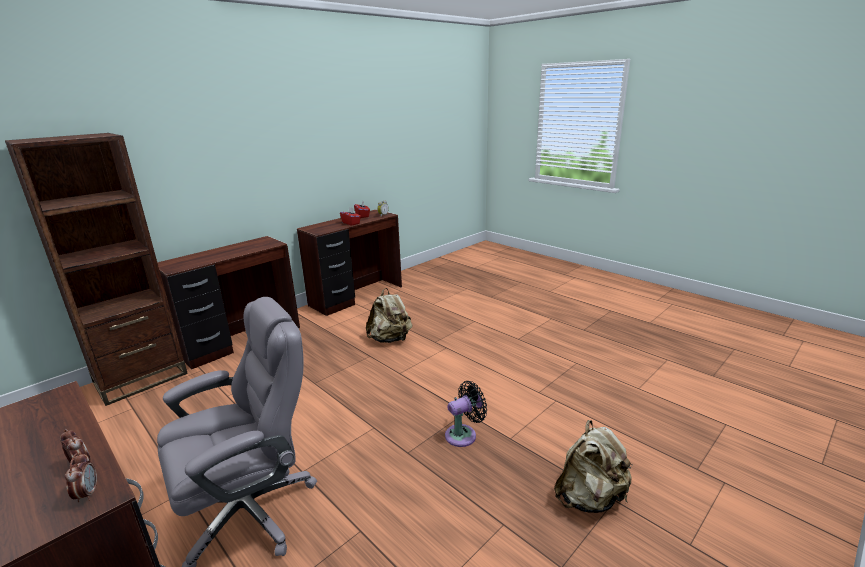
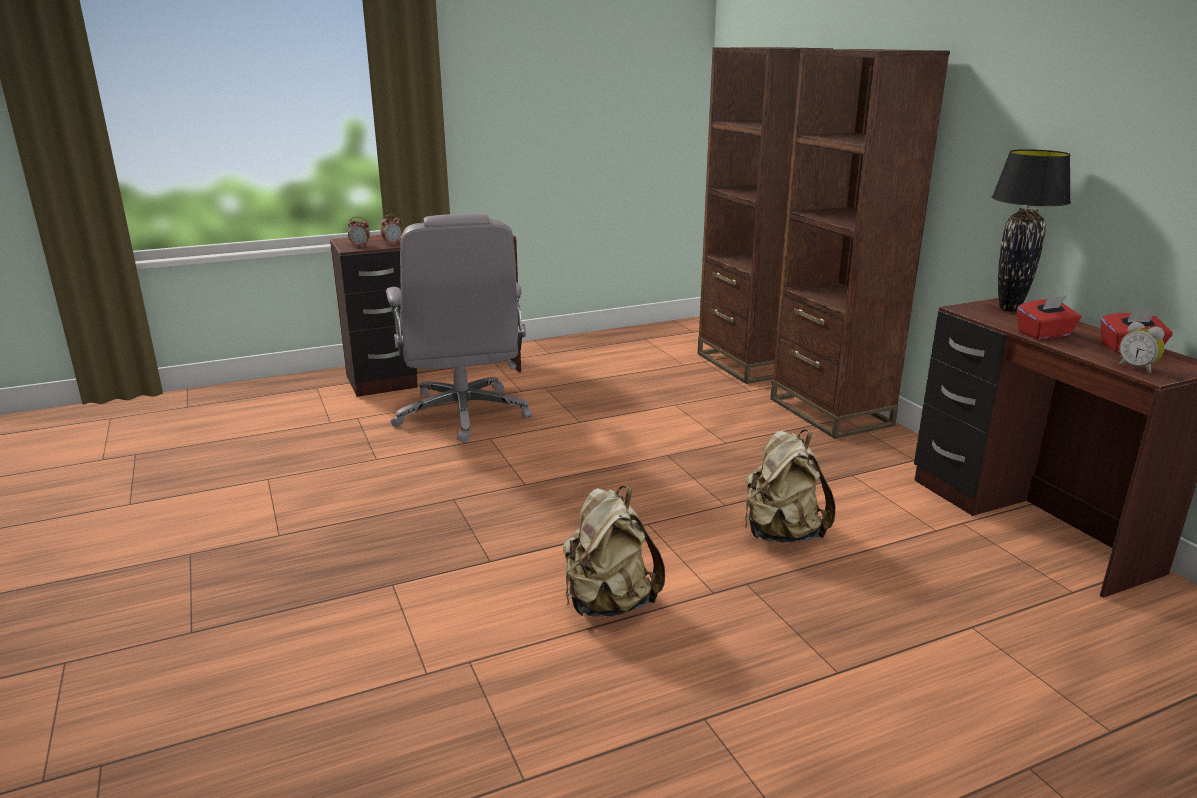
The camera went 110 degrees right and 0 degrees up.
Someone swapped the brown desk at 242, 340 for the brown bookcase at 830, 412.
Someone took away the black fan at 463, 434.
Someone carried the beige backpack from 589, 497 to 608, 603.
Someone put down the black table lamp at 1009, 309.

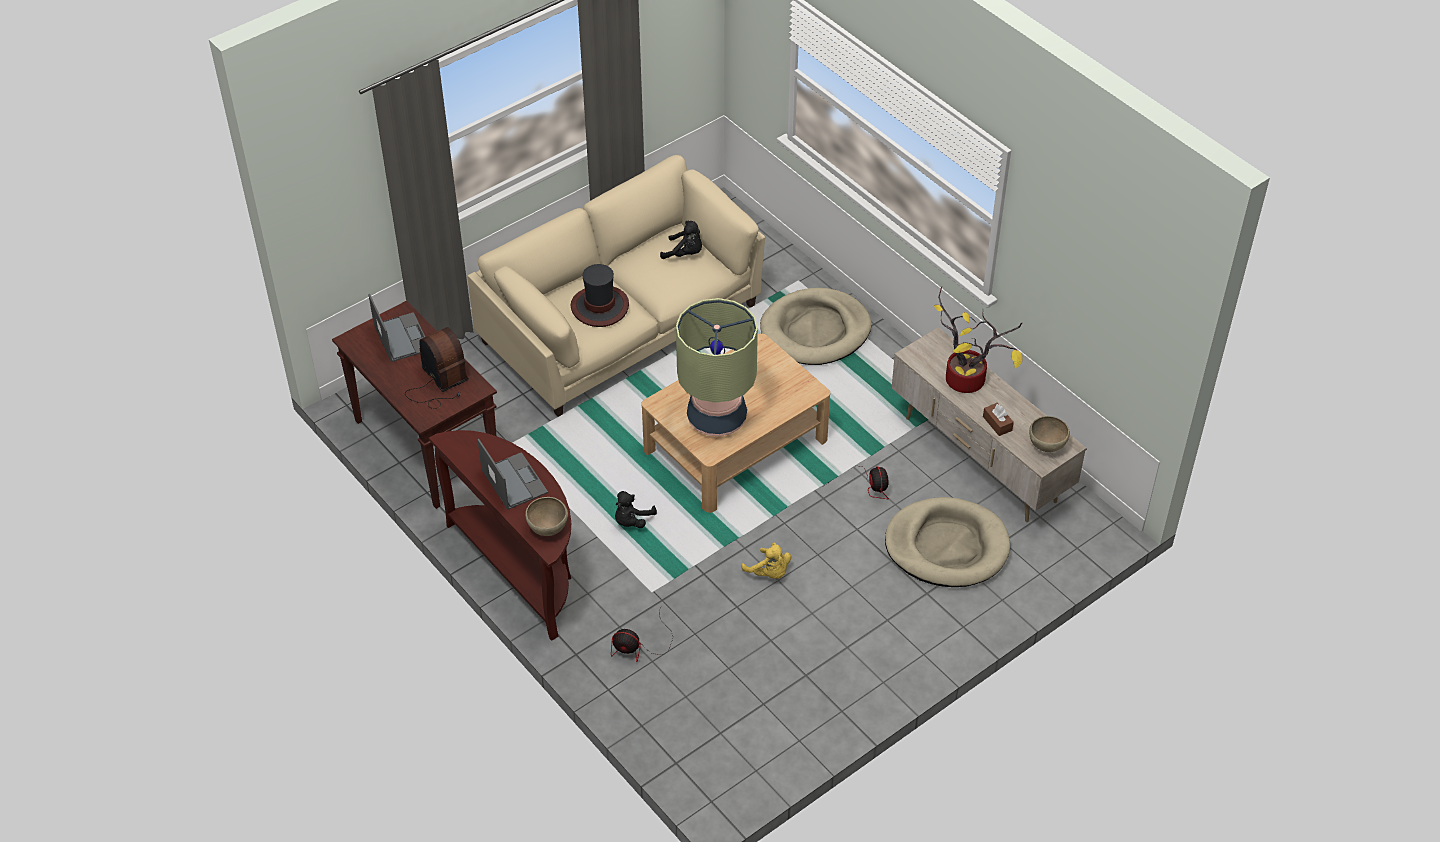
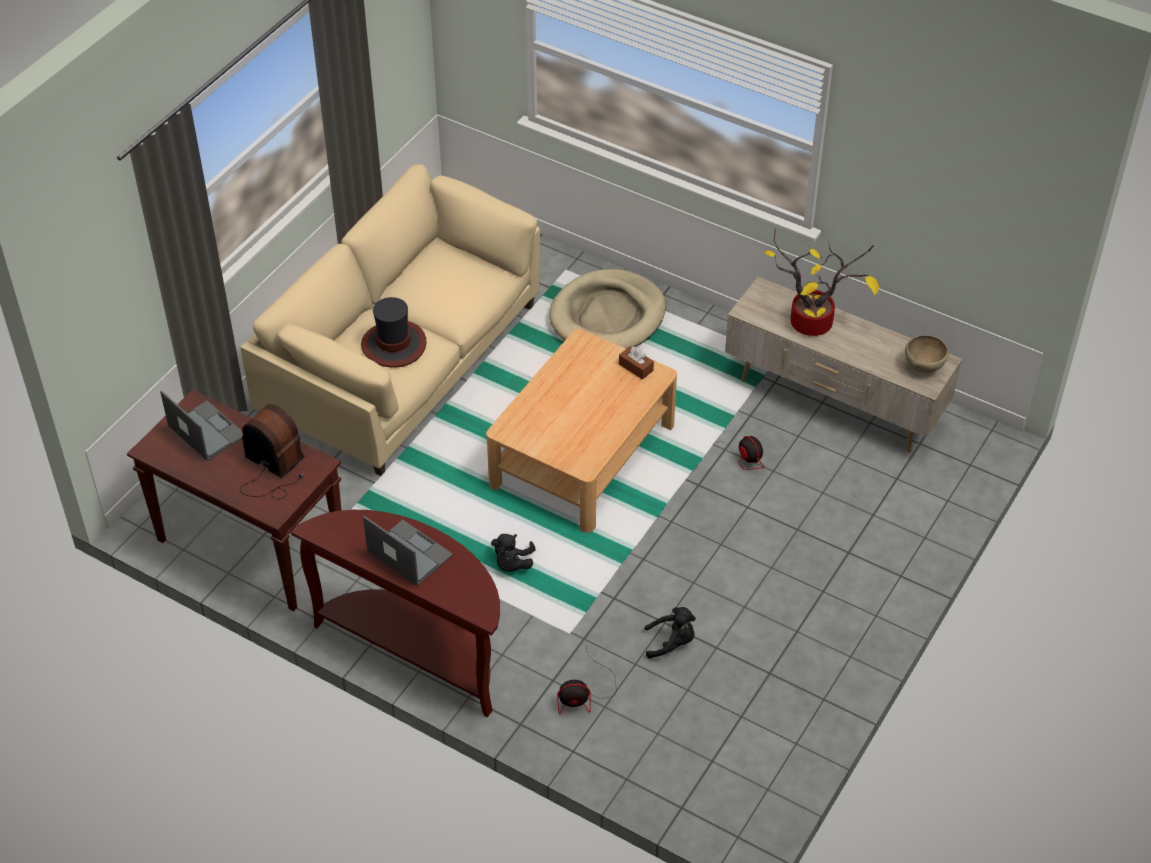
The camera went 20 degrees left and 0 degrees up.
Someone took away the brown bowl at 547, 528.
Someone carried the black plush toy from 685, 253 to 671, 643.
Someone took away the table lamp at 717, 418.
Someone took away the yellow plush toy at 769, 573.
Someone took away the beige dog bed at 947, 546.
Someone carried the brown tissue box from 997, 423 to 636, 367.

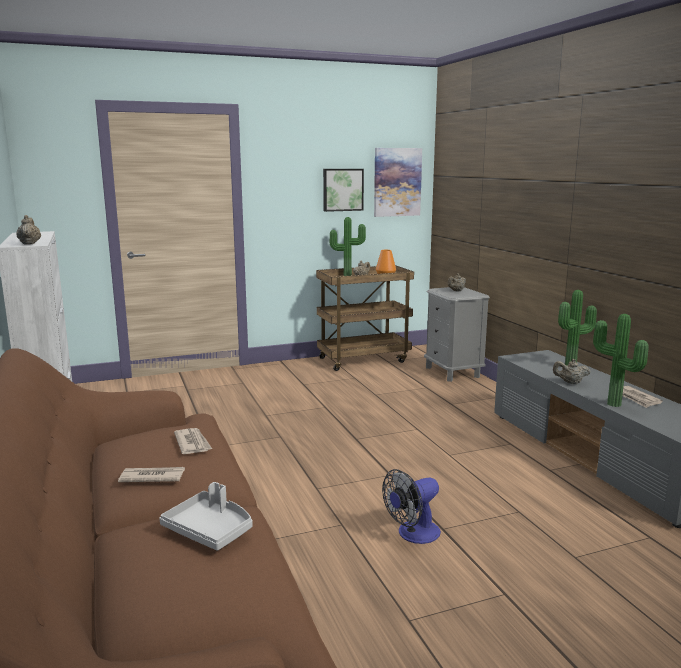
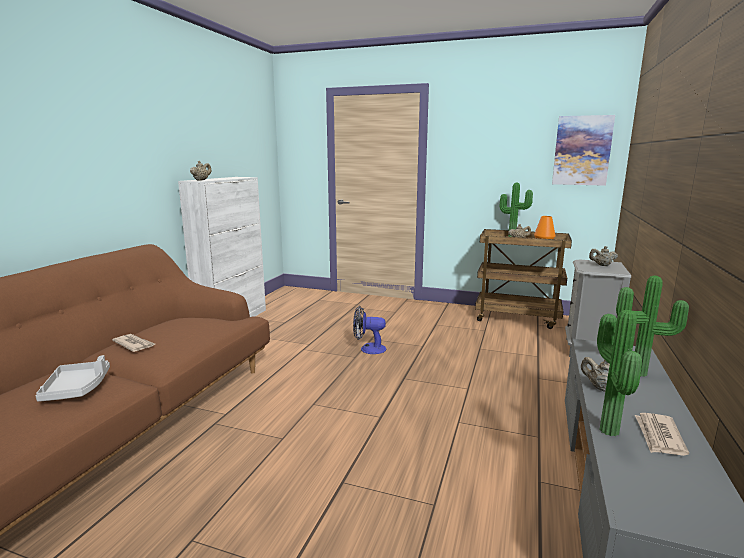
The camera went 40 degrees right and 0 degrees up.
Someone took away the newspaper at 192, 443.
Someone took away the picture at 342, 189.
Someone carried the fan from 413, 534 to 368, 349.

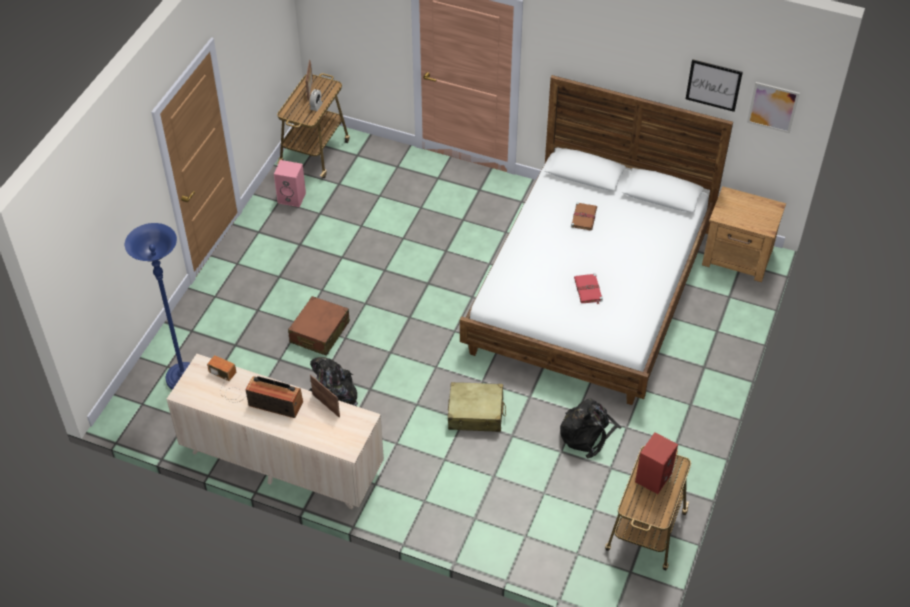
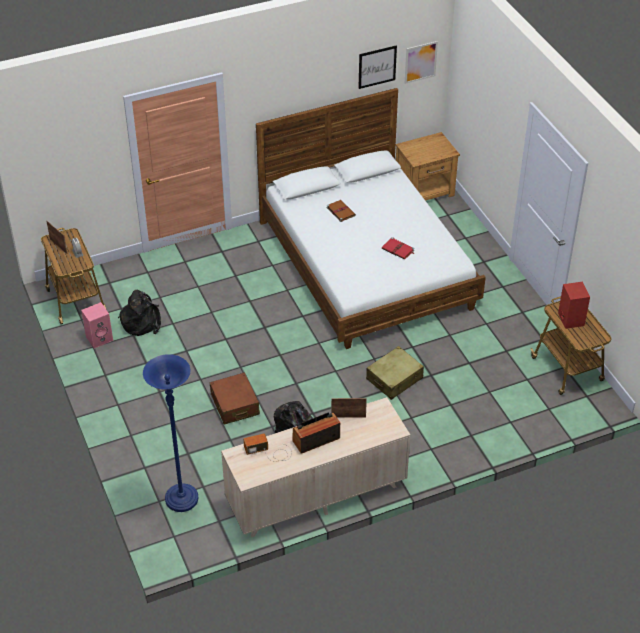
The camera went 45 degrees left and 5 degrees down.
Someone carried the black backpack from 587, 434 to 141, 322.

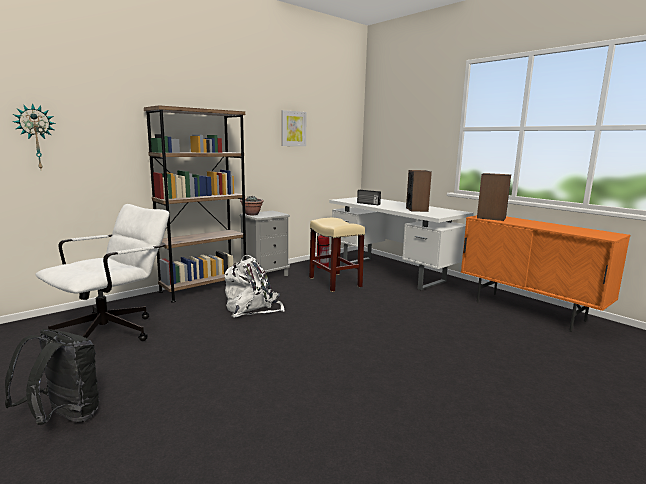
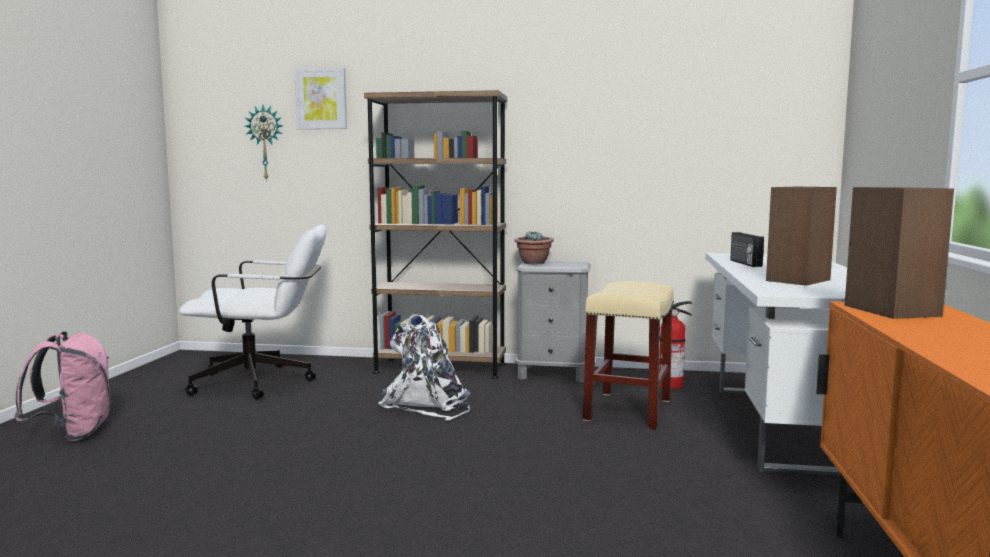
The camera went 50 degrees right and 5 degrees down.
Someone repainted the black backpack at 63, 418, which became the pink backpack at 73, 434.
Someone carried the picture from 293, 128 to 321, 99.

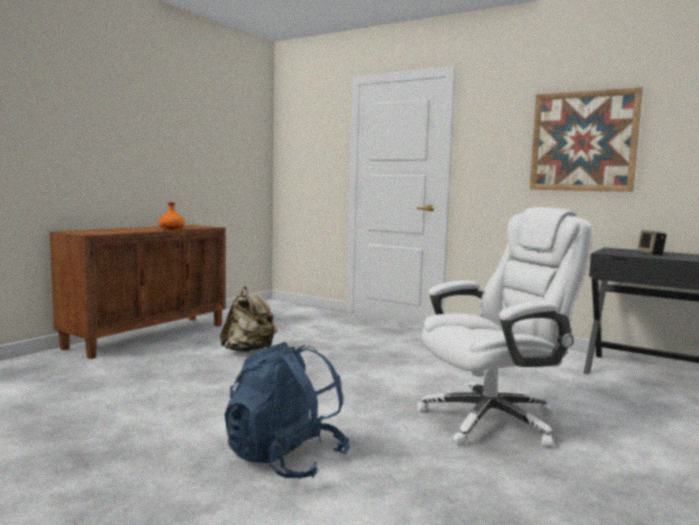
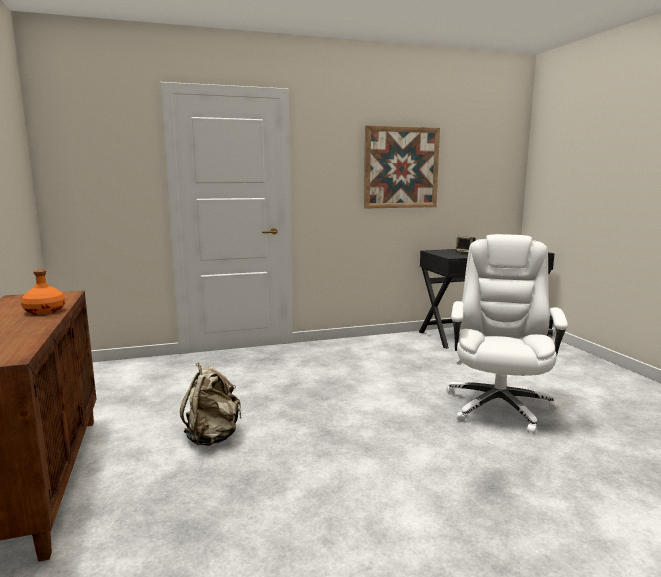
The camera went 50 degrees left and 5 degrees up.
Someone took away the blue backpack at 285, 460.

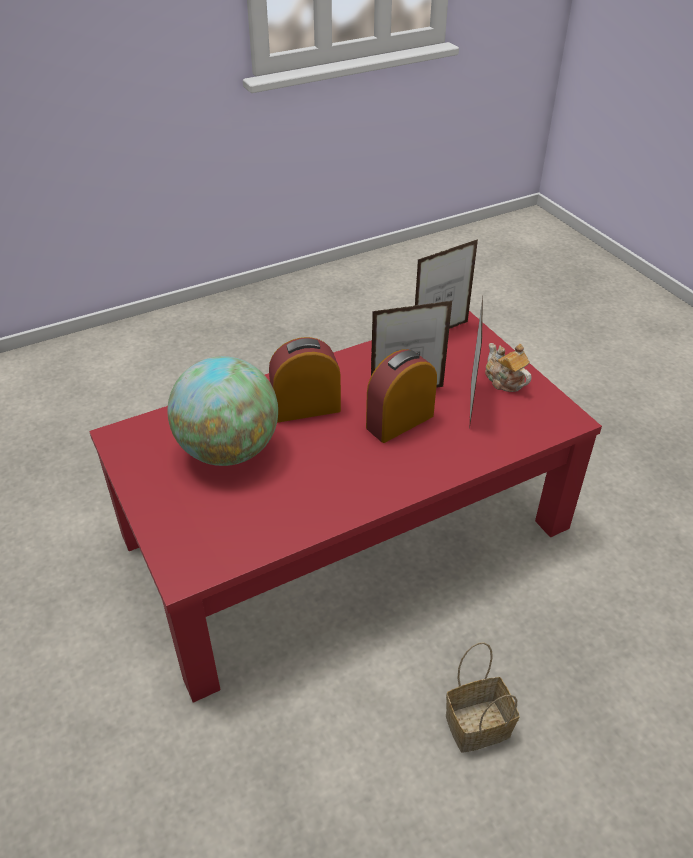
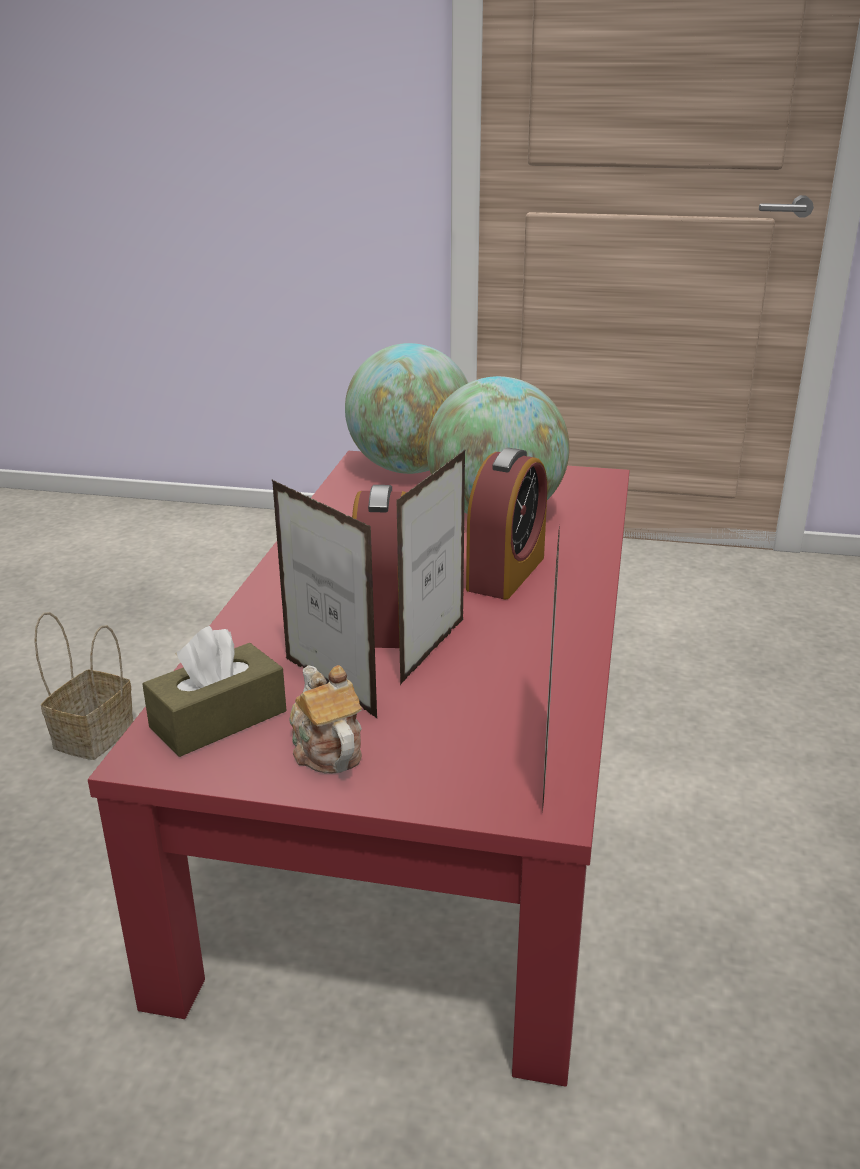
The camera went 130 degrees right and 15 degrees down.
Someone rotated the teapot at 504, 380 by 120 degrees counterclockwise.
Someone put down the brown tissue box at 218, 719.
Someone put down the globe at 410, 469.

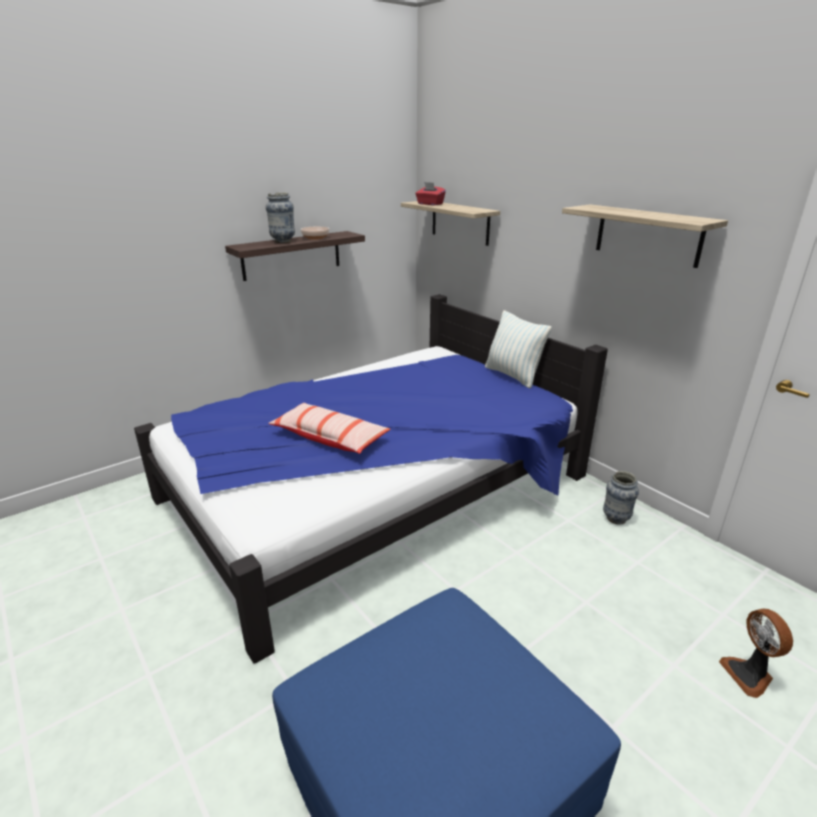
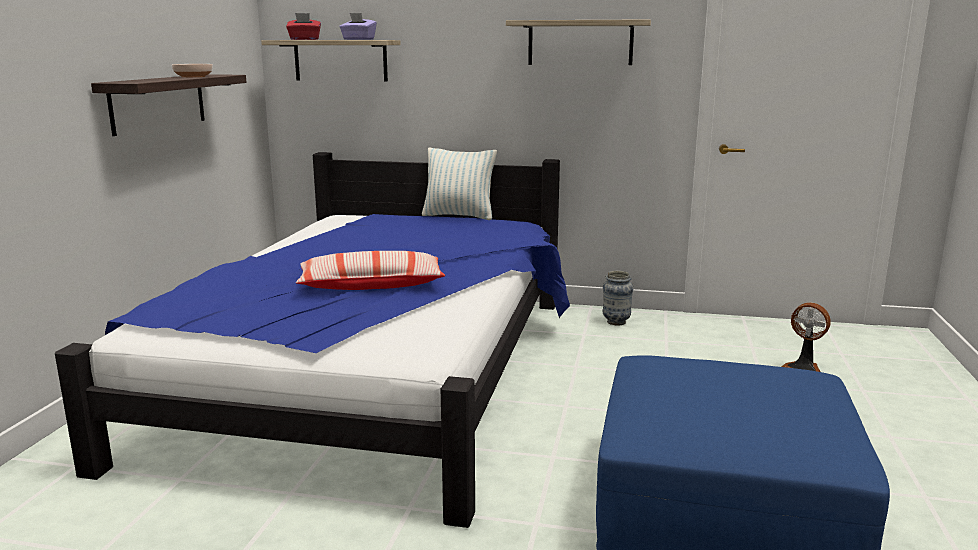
The camera went 40 degrees left and 10 degrees down.
Someone took away the vase at 283, 241.
Someone put down the purple tissue box at 358, 39.

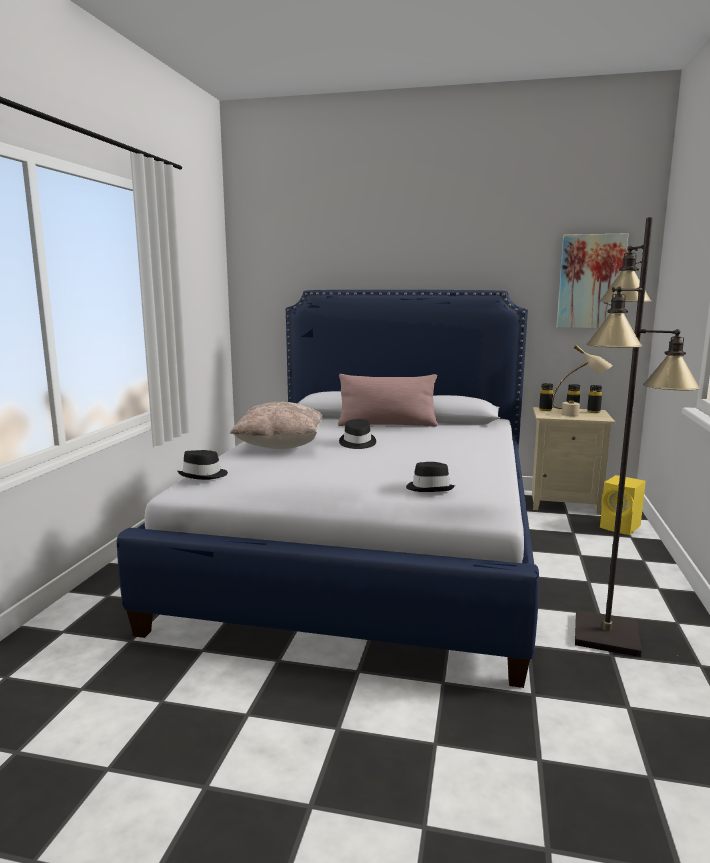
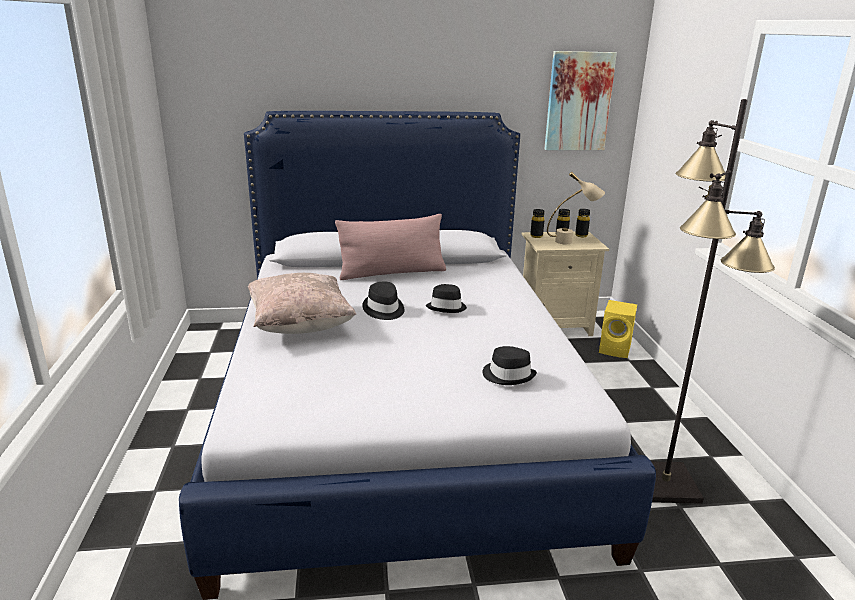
The camera went 20 degrees left and 10 degrees up.
Someone carried the black hat from 204, 475 to 447, 307.

